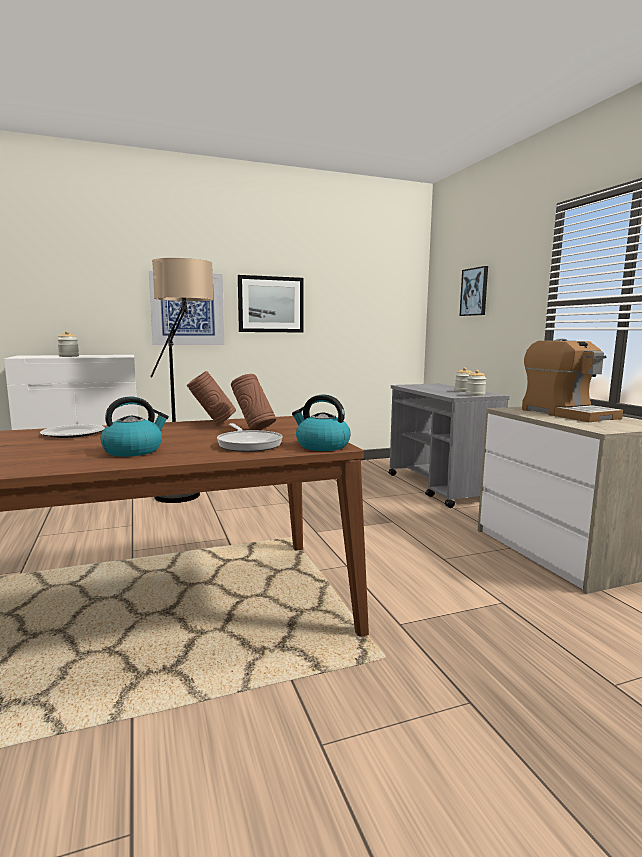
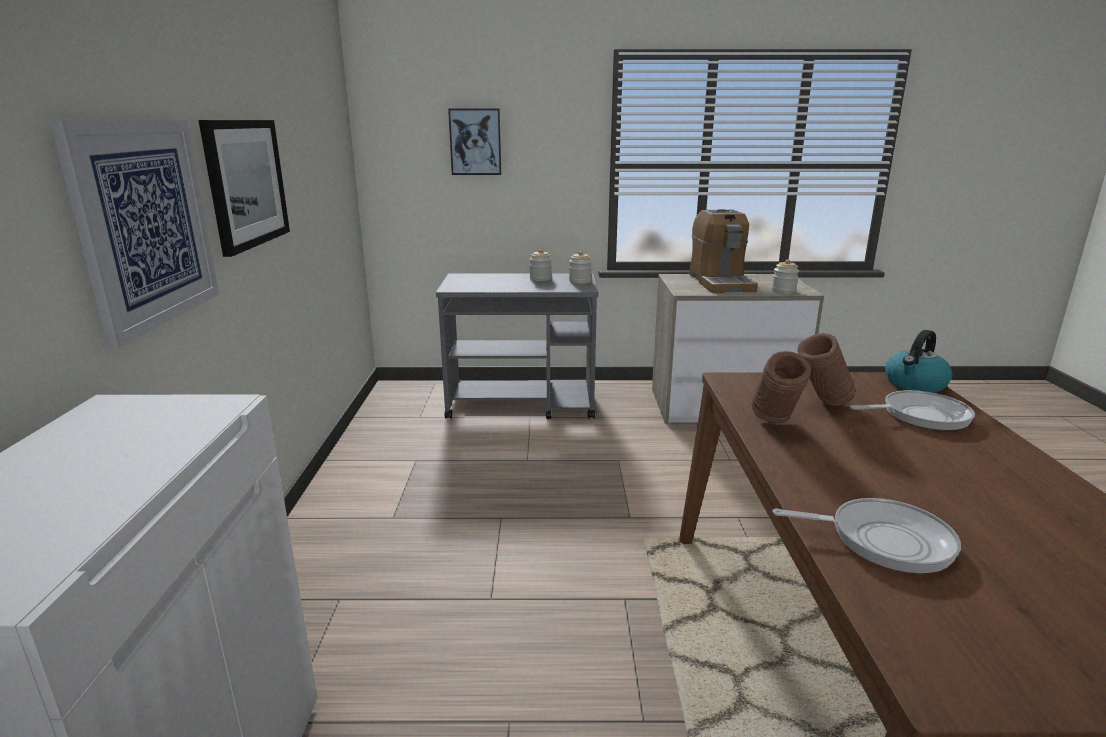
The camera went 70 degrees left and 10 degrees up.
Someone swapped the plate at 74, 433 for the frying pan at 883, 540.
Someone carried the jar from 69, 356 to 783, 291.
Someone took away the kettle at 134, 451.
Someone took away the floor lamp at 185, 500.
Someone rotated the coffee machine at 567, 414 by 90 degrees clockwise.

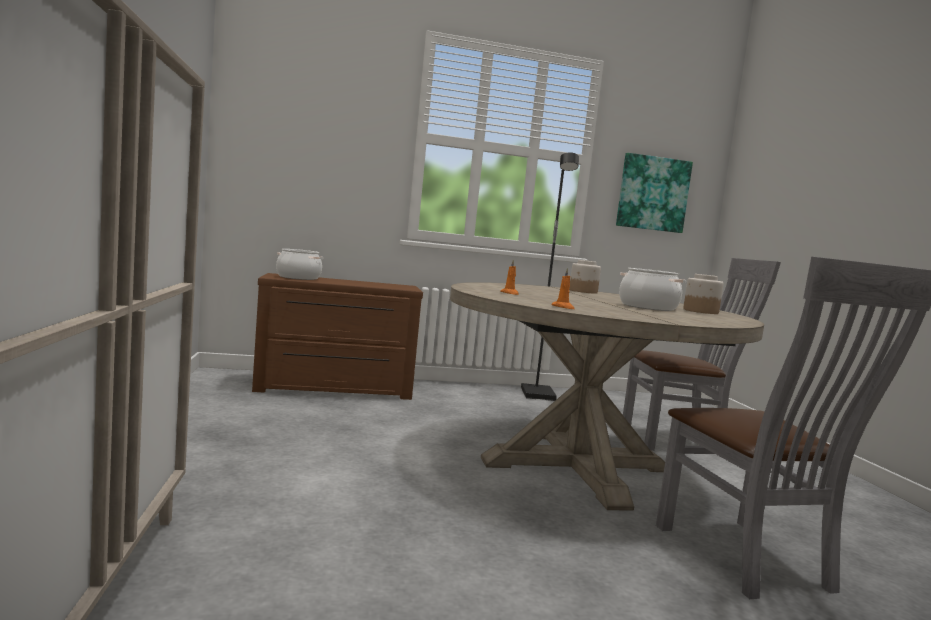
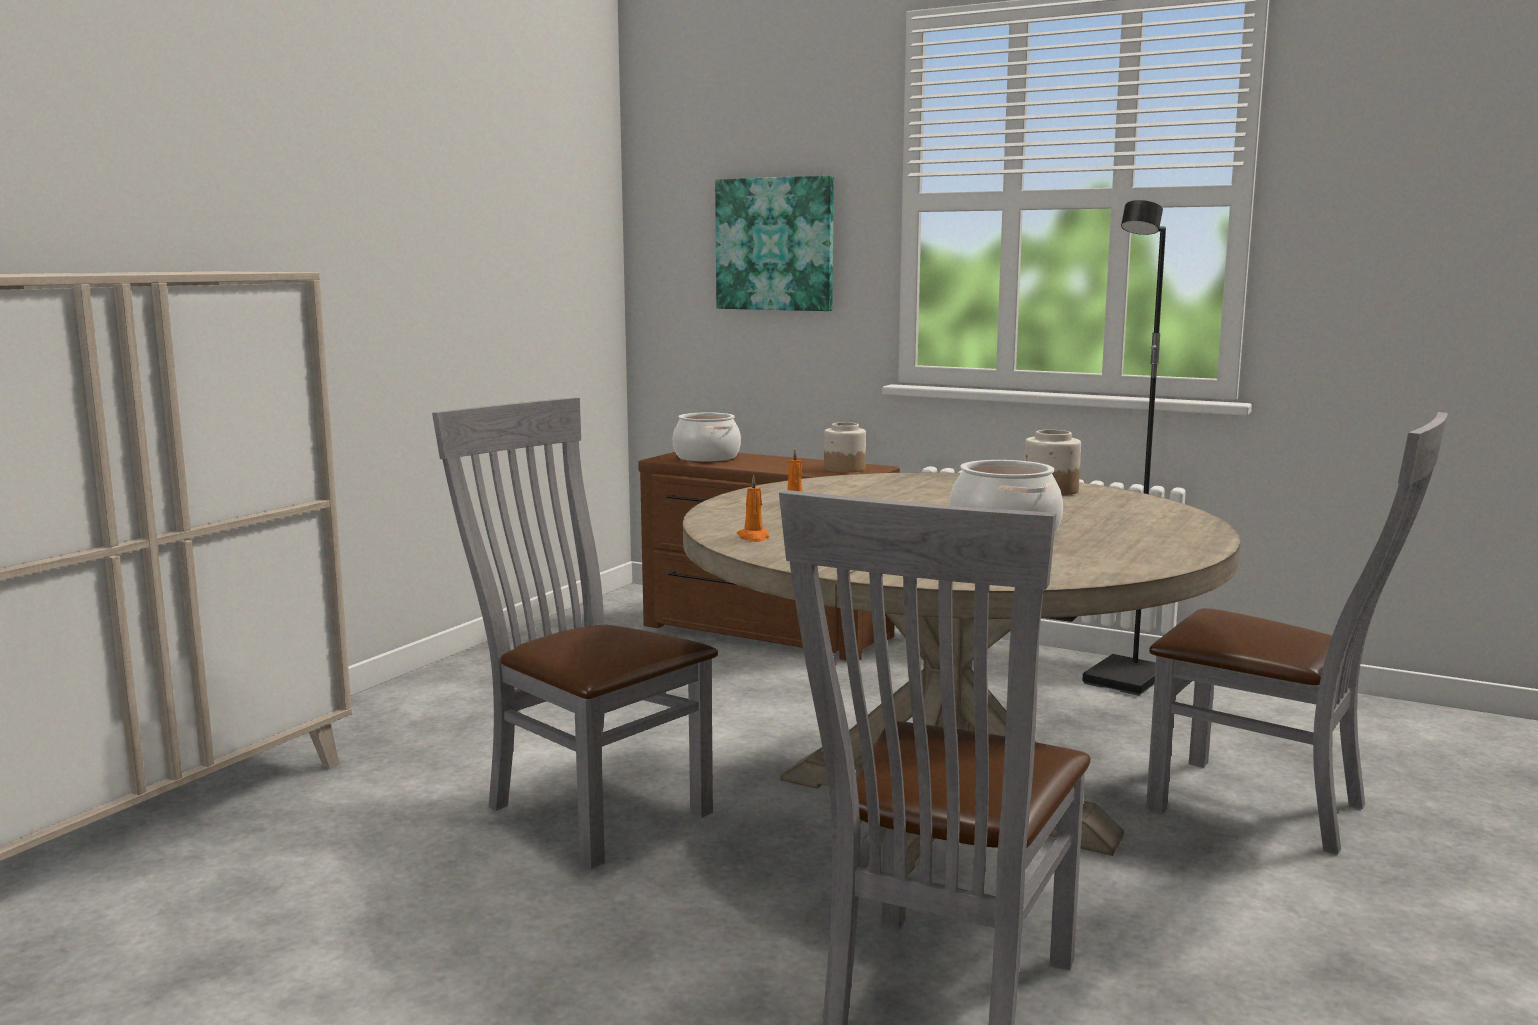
The camera went 40 degrees right and 5 degrees up.
Someone carried the picture from 652, 193 to 775, 244.
Someone carried the jar from 700, 311 to 844, 469.
Someone put down the grey chair at 587, 807.

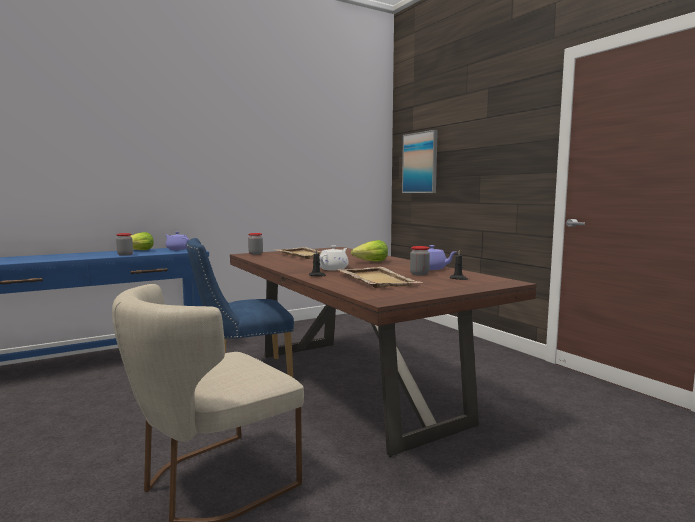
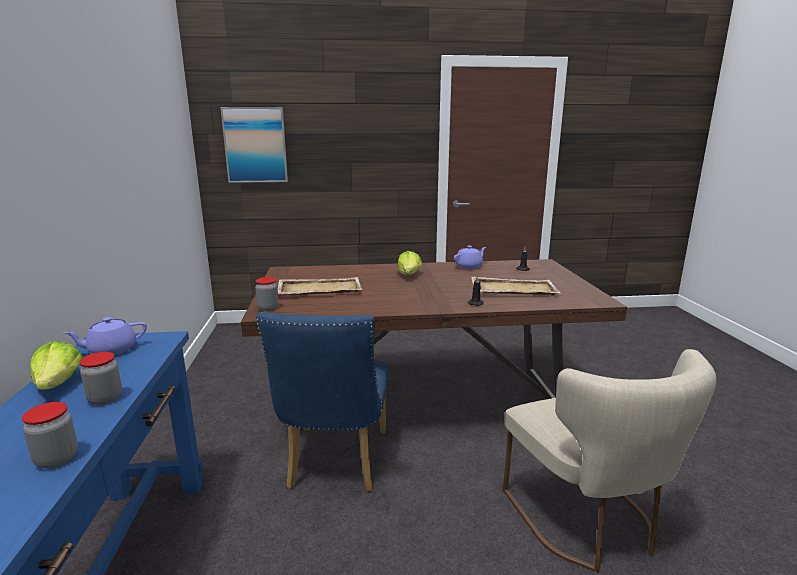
The camera went 65 degrees left and 10 degrees up.
Someone took away the white teapot at 334, 269.
Someone carried the jar from 419, 274 to 57, 459.

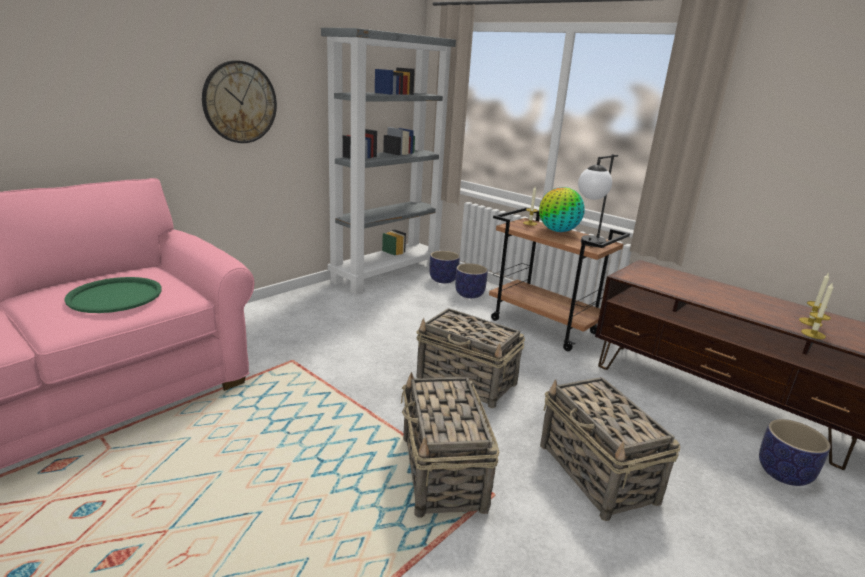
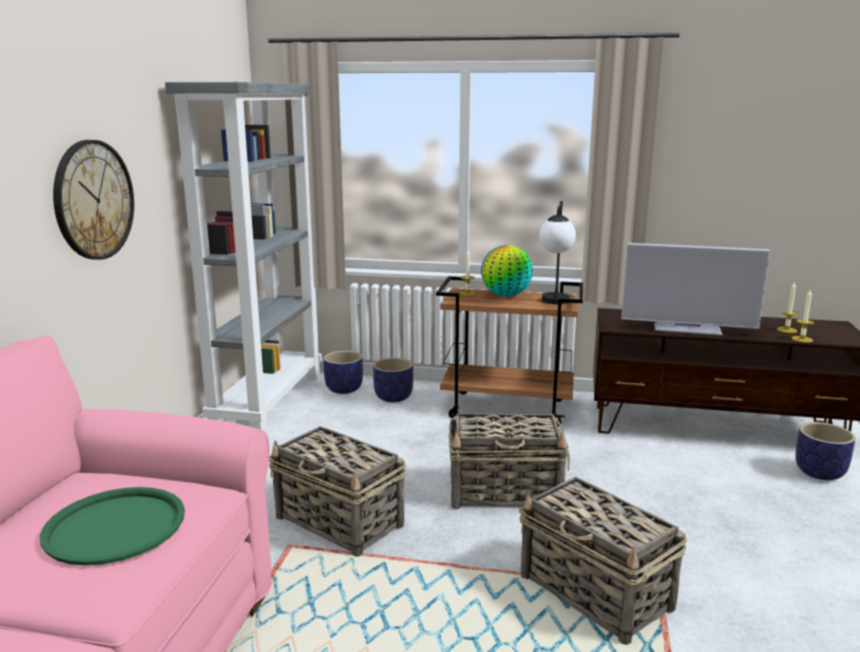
The camera went 30 degrees left and 5 degrees down.
Someone carried the basket from 597, 474 to 340, 522.
Someone put down the television at 687, 329.

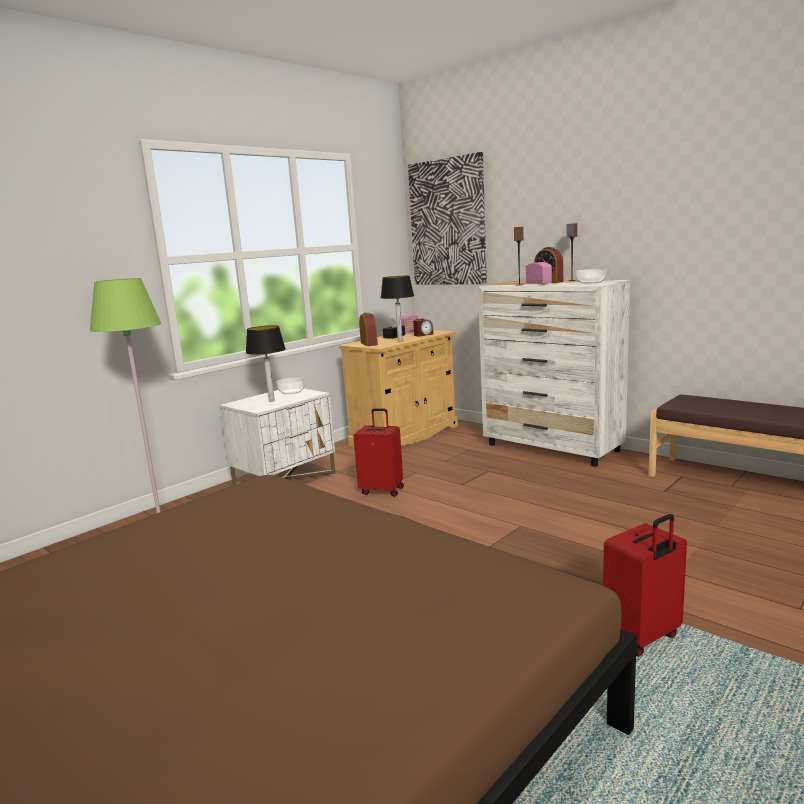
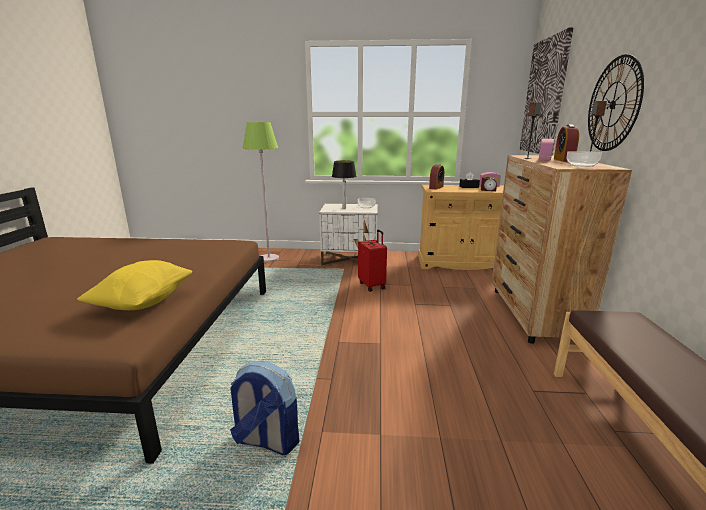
The camera went 50 degrees right and 5 degrees up.
Someone took away the table lamp at 400, 341.
Someone repainted the white dresser at 552, 448, which became the brown dresser at 533, 314.
Someone swapped the red suitcase at 643, 637 for the backpack at 266, 441.
Someone put down the yellow pillow at 143, 302.
Someone put up the wall clock at 613, 104.

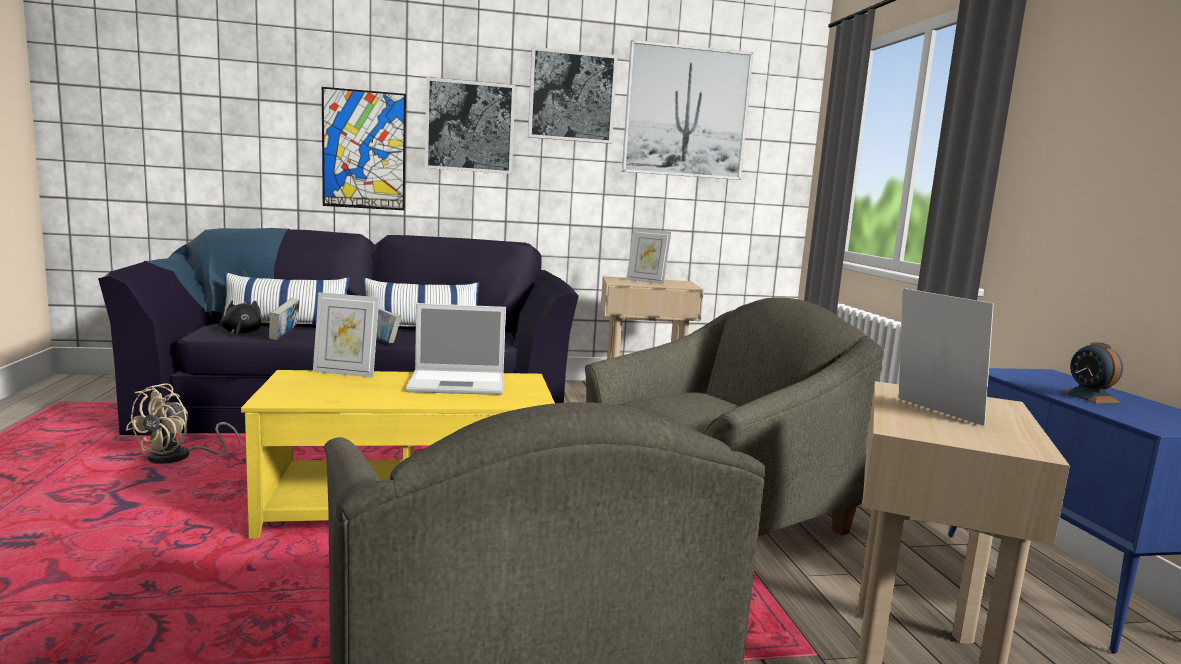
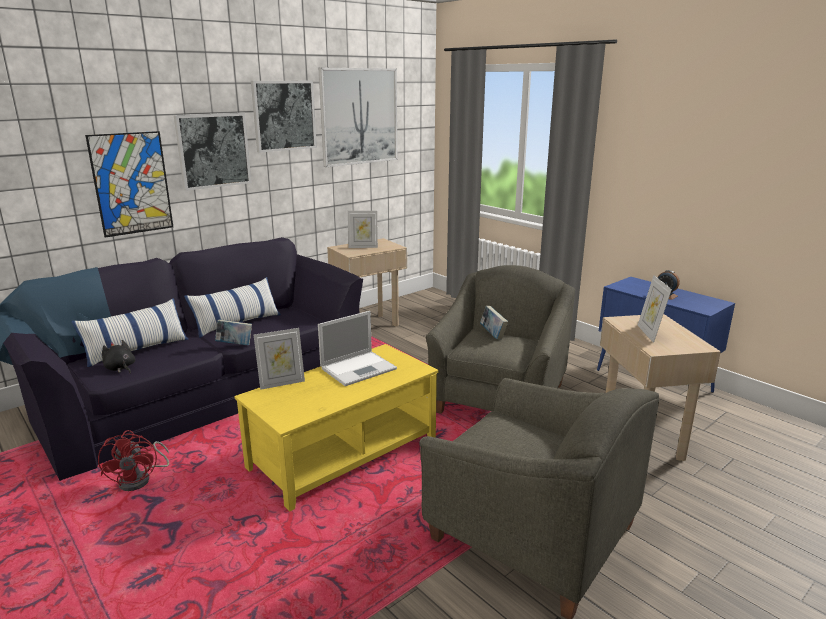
The camera went 30 degrees left and 10 degrees up.
Someone repainted the beige fan at 179, 458, which became the red fan at 141, 479.
Someone carried the book from 284, 336 to 493, 334.
Someone rotated the picture frame at 933, 412 by 120 degrees counterclockwise.

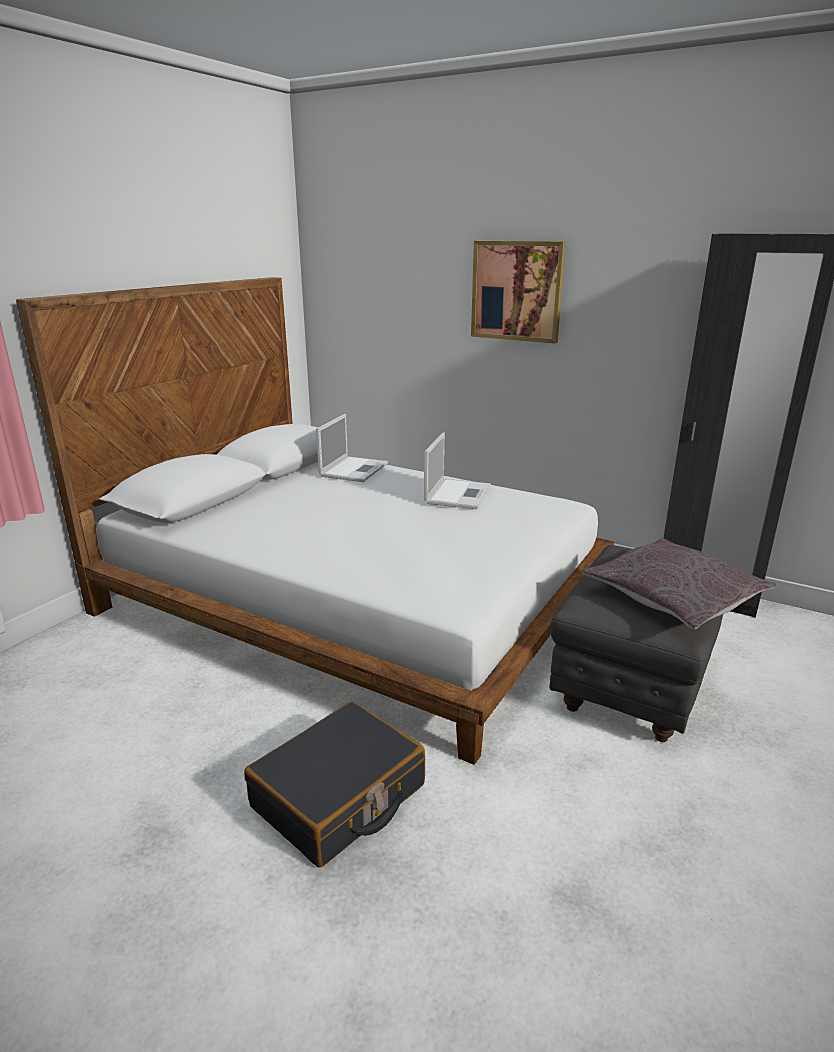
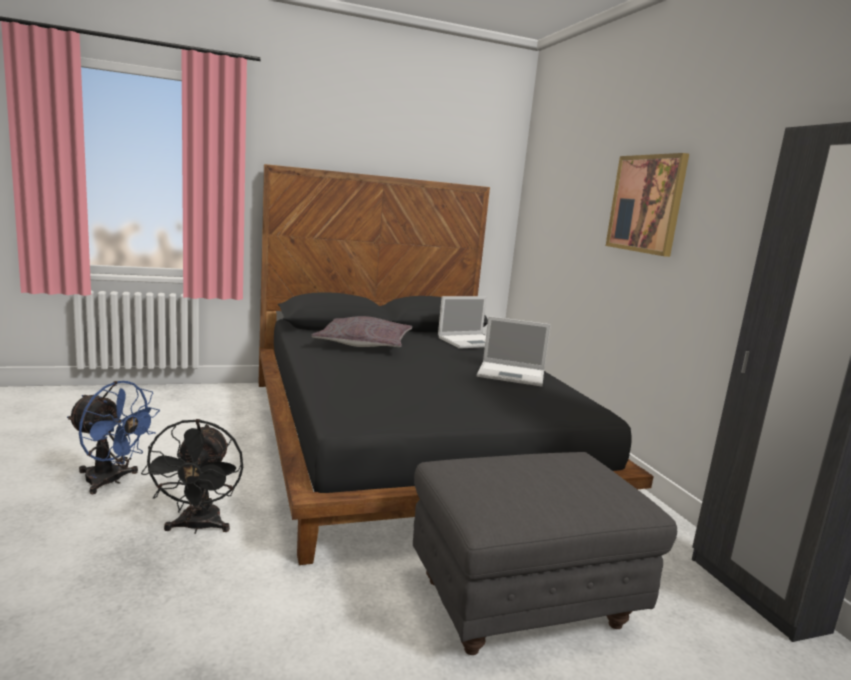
The camera went 40 degrees right and 10 degrees down.
Someone repainted the white bed at 356, 599, which became the black bed at 410, 441.
Someone swapped the black suitcase at 339, 797 for the black fan at 198, 527.
Someone rotated the laptop at 458, 494 by 45 degrees clockwise.
Someone carried the grey pillow from 673, 596 to 364, 344.
Someone put down the blue fan at 111, 481.

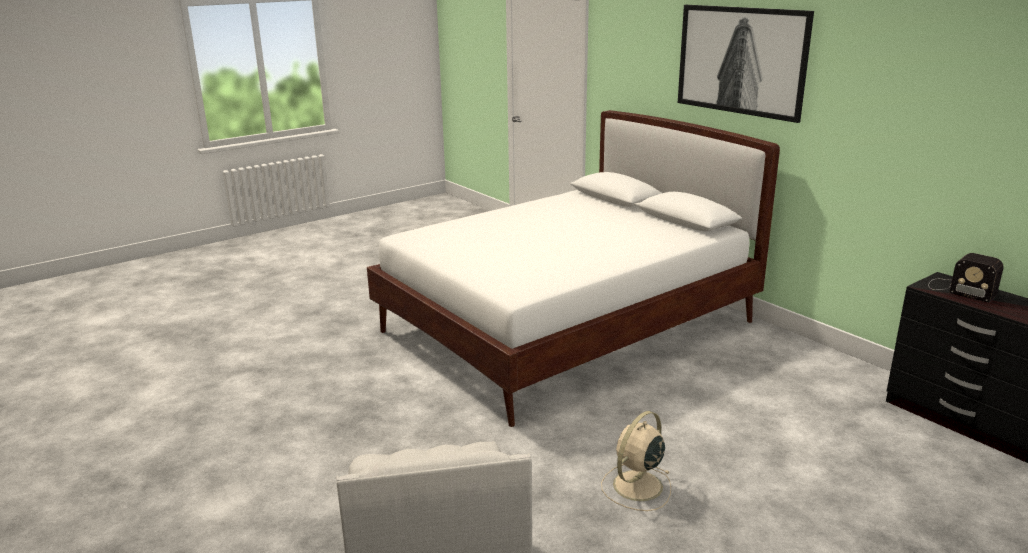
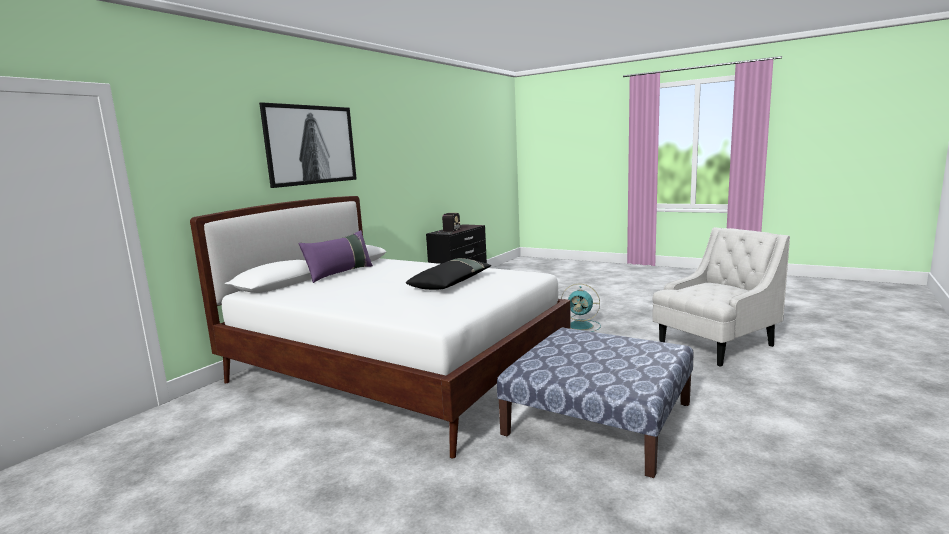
The camera went 110 degrees left and 10 degrees down.
Someone repainted the beige fan at 636, 487, which became the turquoise fan at 581, 326.
Someone put down the purple pillow at 340, 273.
Someone put down the black pillow at 451, 283.
Someone put down the ottoman at 598, 418.

